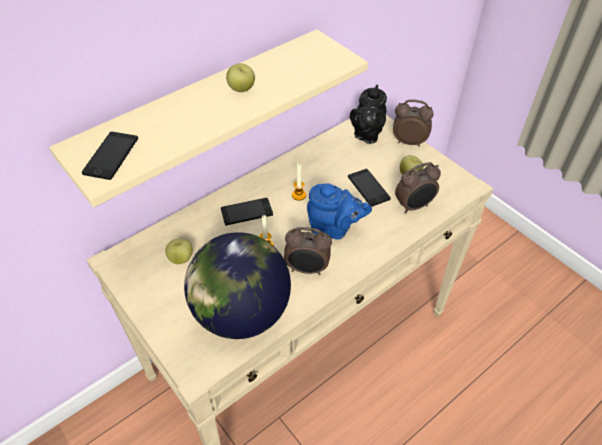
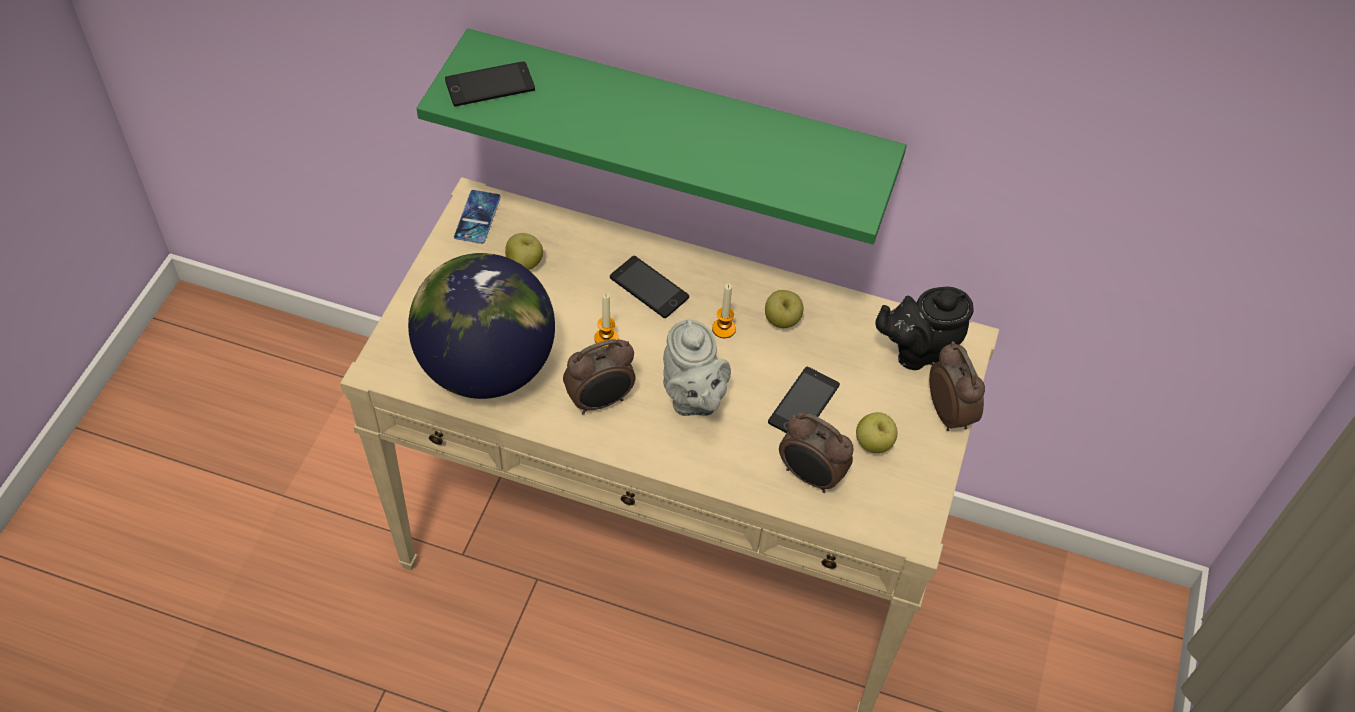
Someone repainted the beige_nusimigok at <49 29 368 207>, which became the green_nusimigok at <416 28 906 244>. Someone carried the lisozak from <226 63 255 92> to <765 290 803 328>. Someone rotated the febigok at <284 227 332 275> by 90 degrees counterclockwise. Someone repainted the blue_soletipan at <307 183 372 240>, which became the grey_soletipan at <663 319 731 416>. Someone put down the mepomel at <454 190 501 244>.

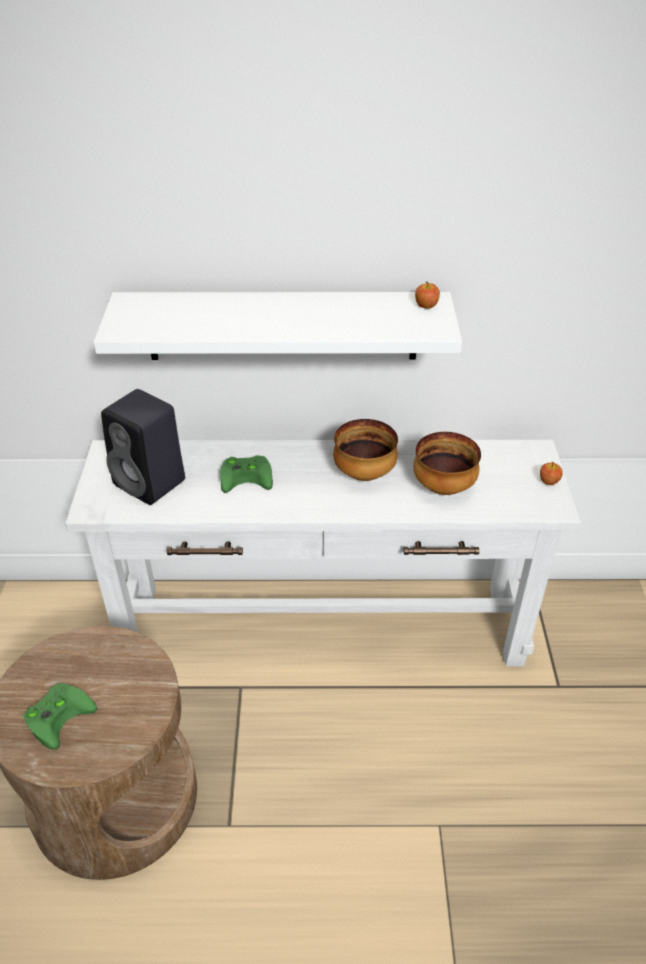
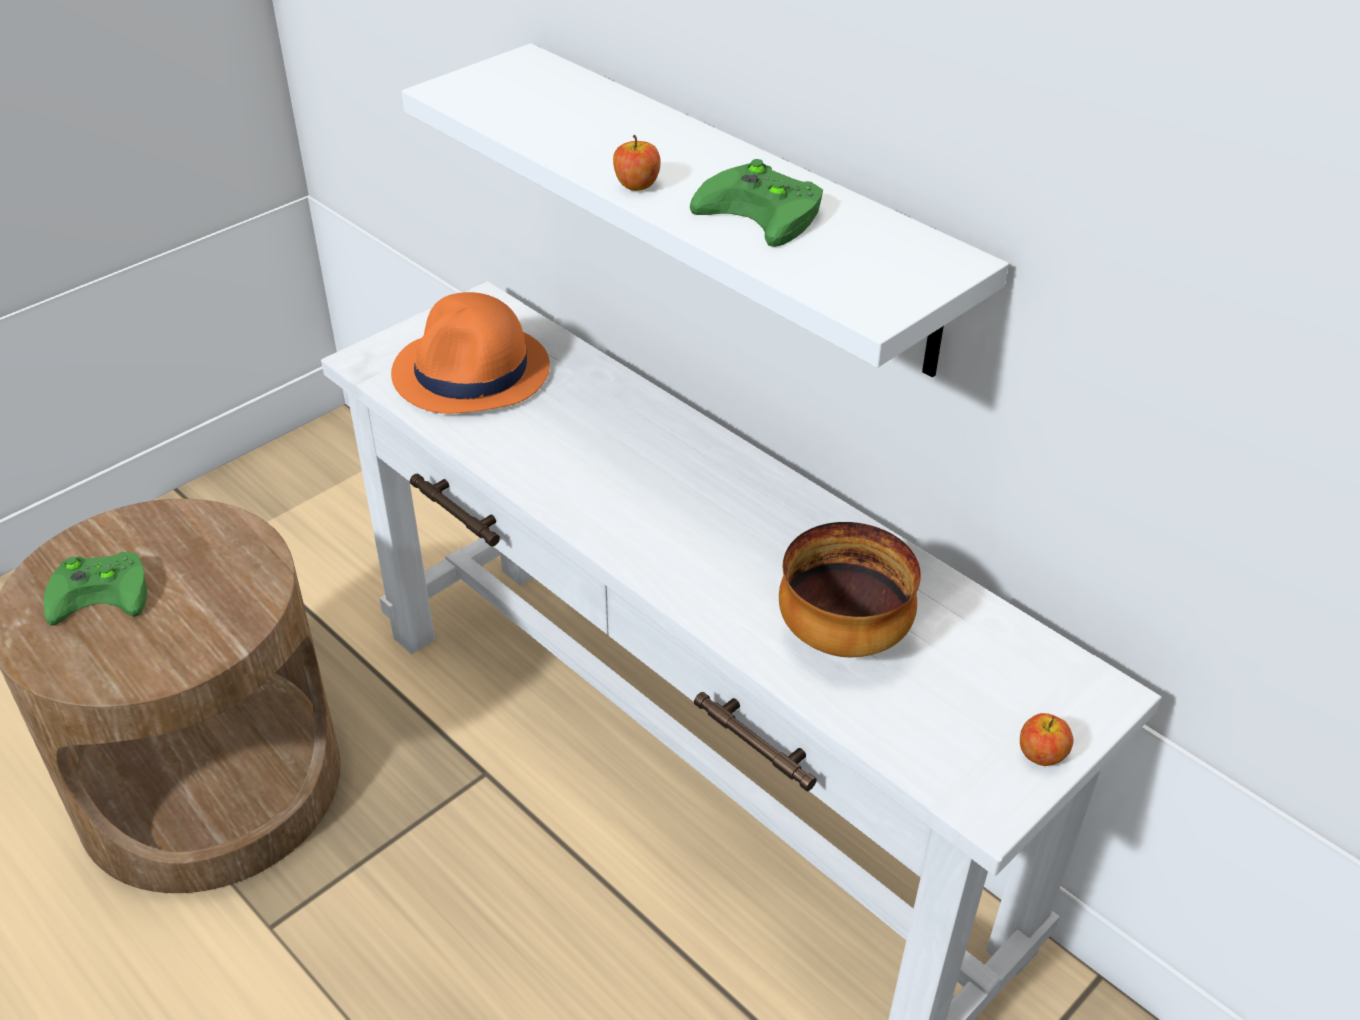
Someone swapped the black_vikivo at <101 389 185 505> for the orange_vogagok at <391 292 550 414>. Someone carried the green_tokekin from <220 455 273 493> to <690 159 823 247>. Someone took away the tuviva at <333 419 398 481>. Someone carried the lisozak from <415 281 440 309> to <613 135 661 191>.

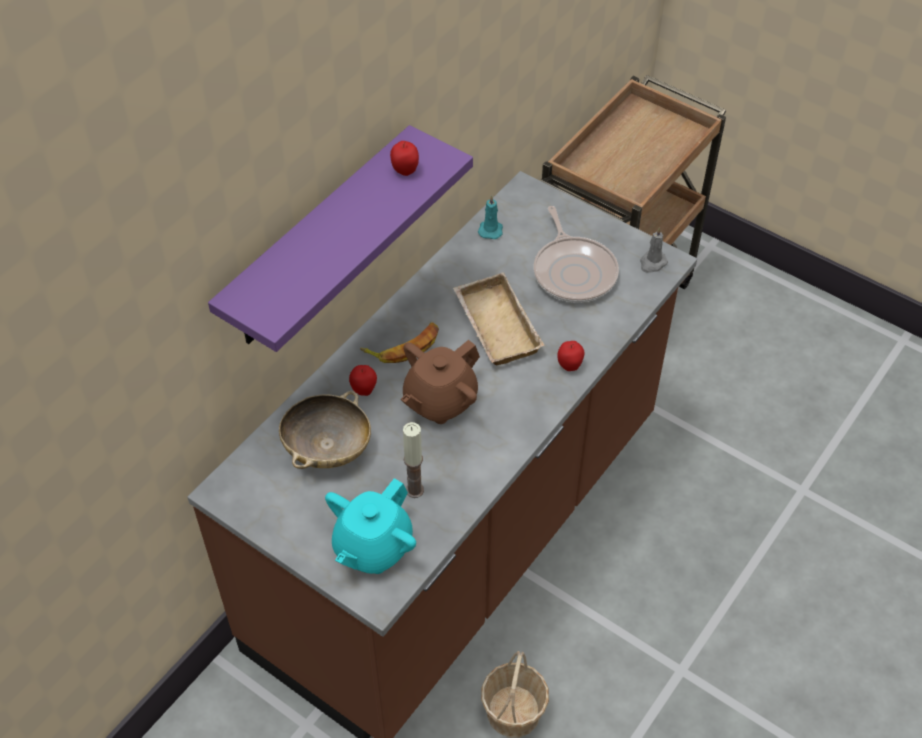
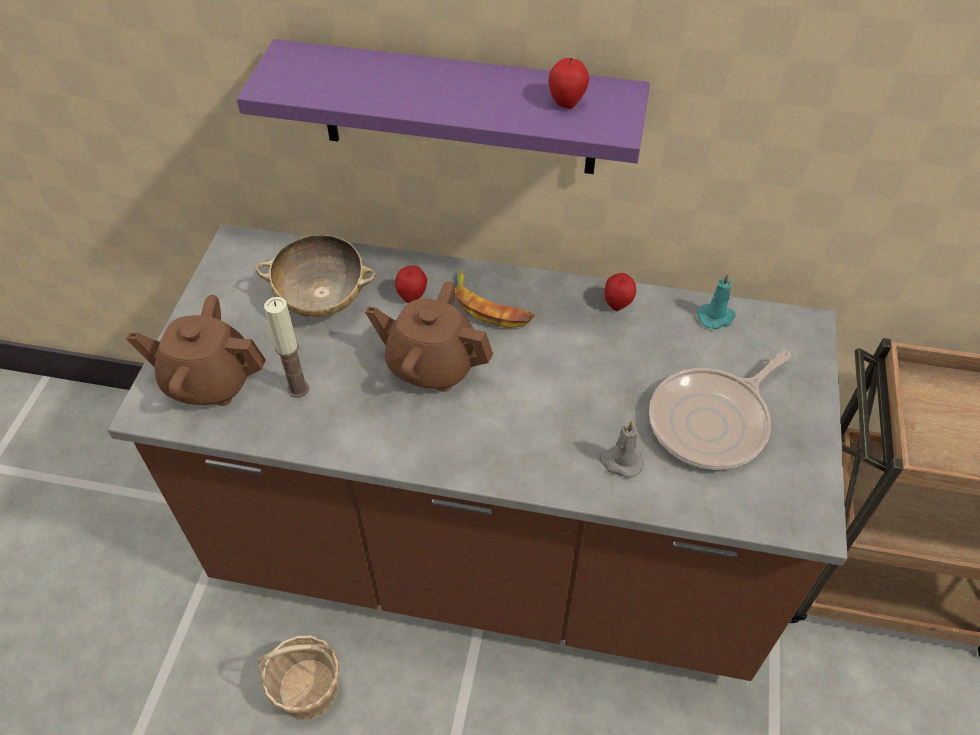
Someone repainted the turquoise_soletipan at <325 478 416 574>, which became the brown_soletipan at <126 295 266 406>. Someone took away the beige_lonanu at <453 272 545 365>. Someone carried the lisozak from <557 341 584 371> to <604 273 636 311>. Someone carried the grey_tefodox from <640 227 668 273> to <599 421 644 478>.

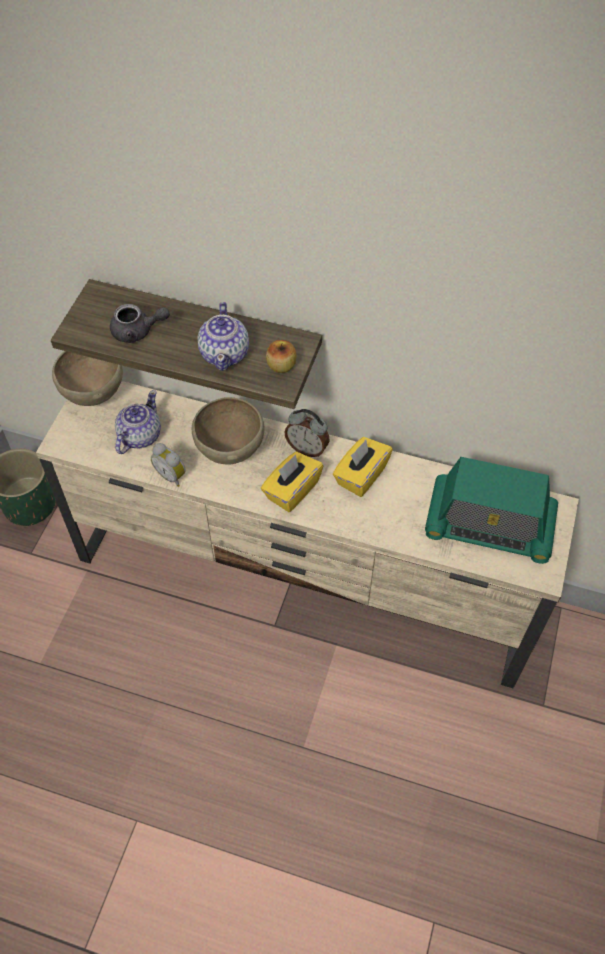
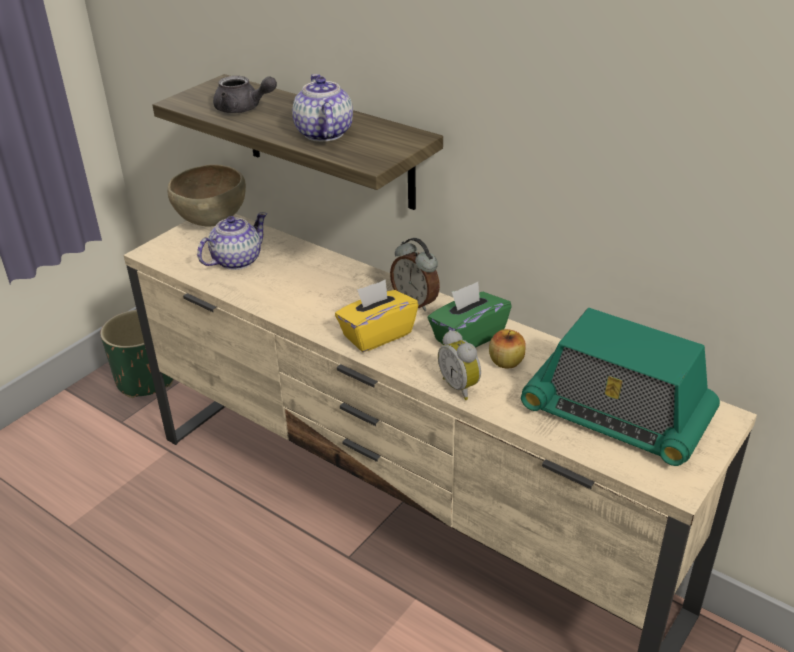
Someone carried the febigok from <151 443 186 487> to <438 330 481 400>. Someone took away the brown_tuviva at <192 397 265 465>. Someone rotated the soletipan at <197 302 249 371> by 150 degrees clockwise. Someone carried the lisozak from <266 340 296 373> to <489 329 526 369>. Someone repainted the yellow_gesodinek at <333 437 393 497>, which became the green_gesodinek at <428 282 512 348>.

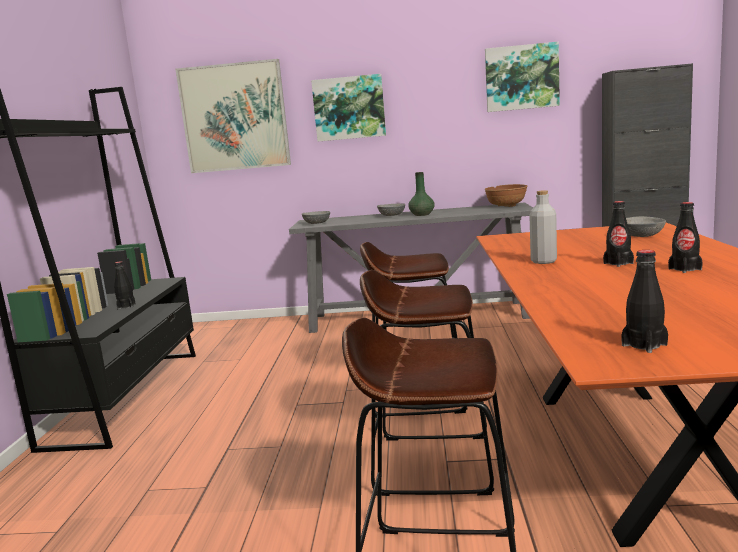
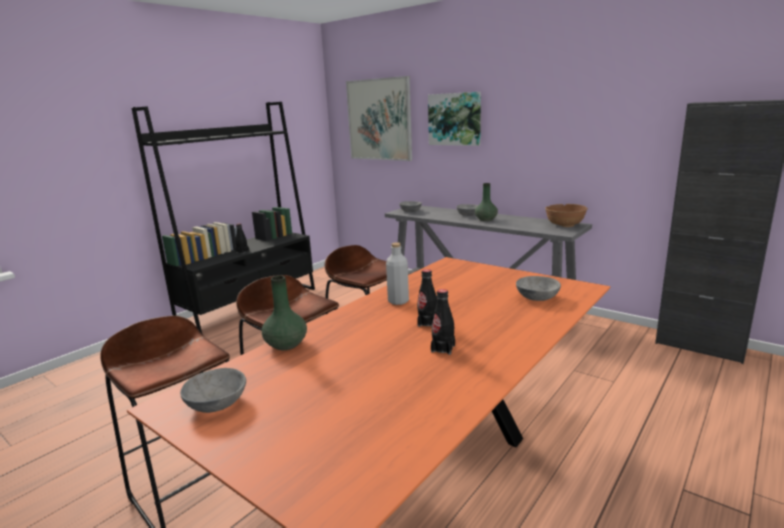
Someone took away the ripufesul at <485 42 560 112>. Someone swapped the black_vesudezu at <621 250 668 353> for the grey_tuviva at <180 368 246 413>. Someone put down the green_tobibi at <262 275 307 350>.

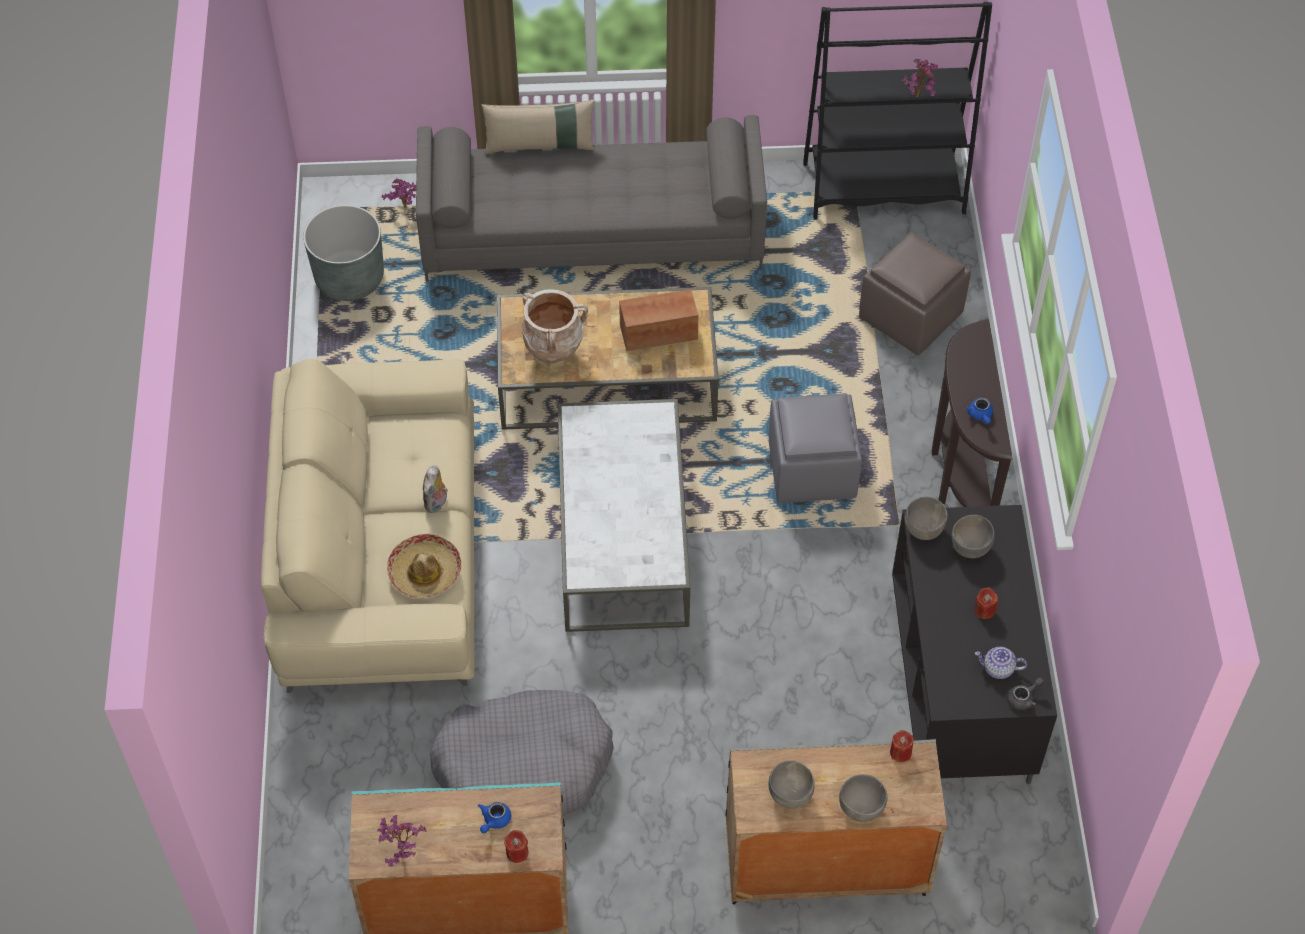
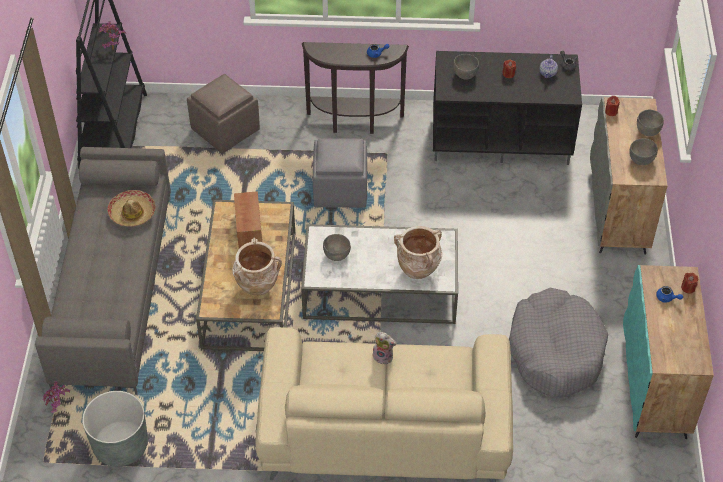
Someone took away the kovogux at <377 815 427 867>. Someone carried the vogagok from <387 534 461 598> to <107 190 156 227>. Someone took away the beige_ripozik at <481 99 595 154>. Someone carried the grey_tuviva from <905 497 948 540> to <323 234 351 261>. Someone put down the beige_tobibi at <394 226 442 279>.

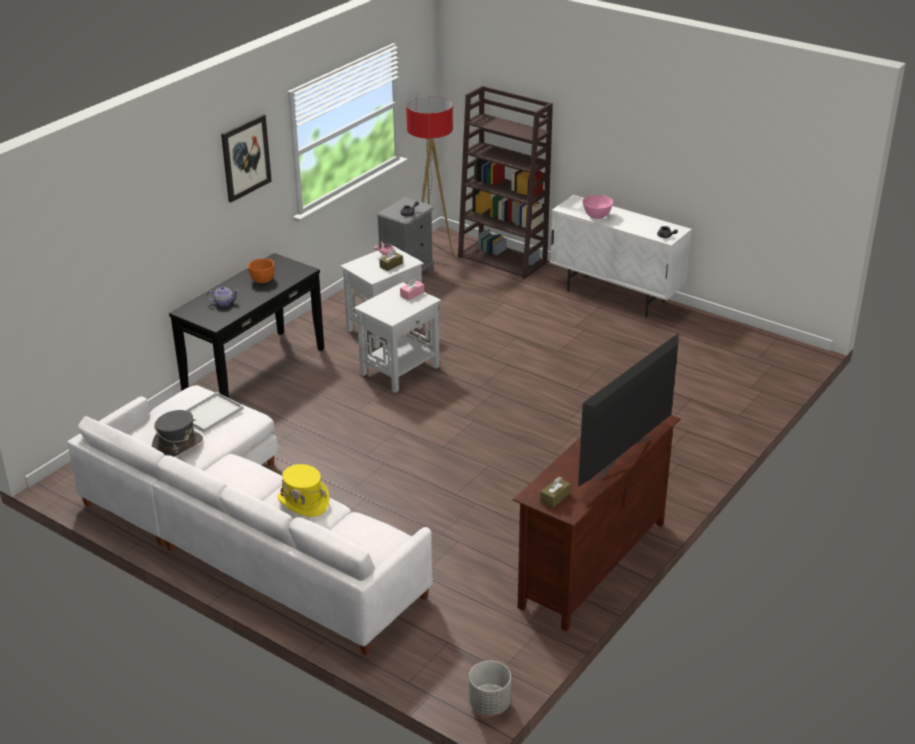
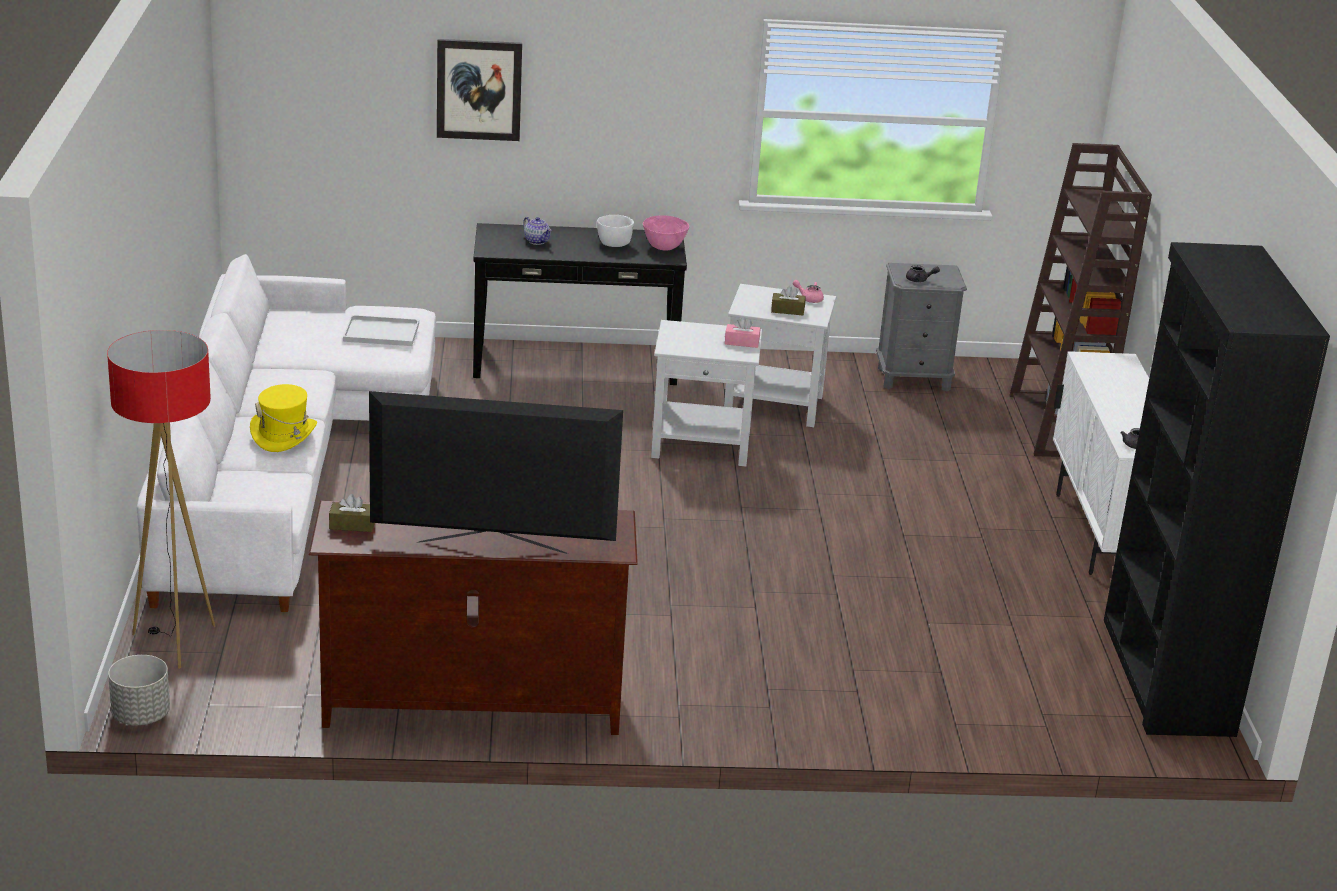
Someone took away the grey_vogagok at <152 410 203 457>. Someone carried the ripufesul from <221 114 272 202> to <437 39 522 141>. Someone repainted the orange_tuviva at <248 258 274 283>, which became the white_tuviva at <597 215 634 247>. Someone carried the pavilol from <406 96 453 255> to <107 330 215 669>. Someone carried the pink_tuviva from <582 195 613 219> to <643 215 689 251>. Someone put down the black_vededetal at <1104 242 1330 737>.

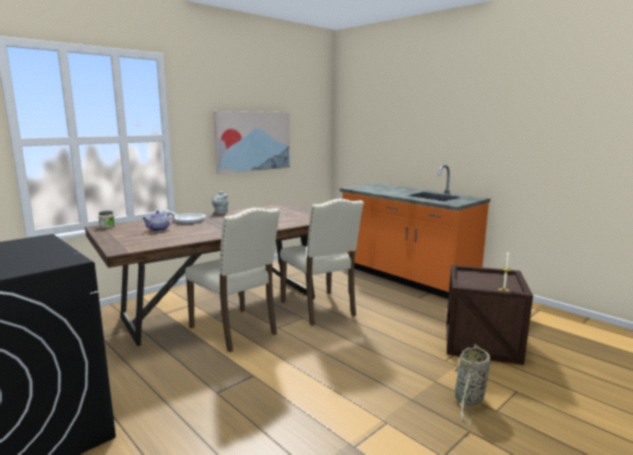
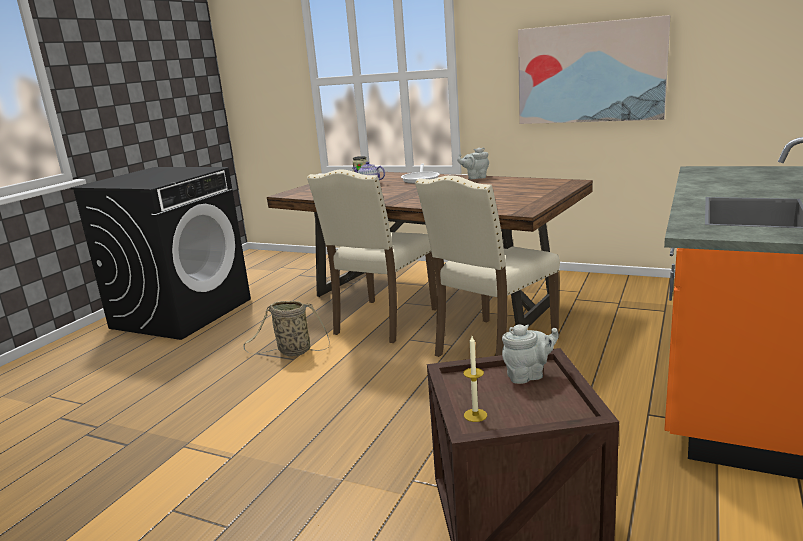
Someone carried the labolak from <453 344 491 425> to <243 301 330 356>. Someone put down the grey_soletipan at <502 324 559 384>.

